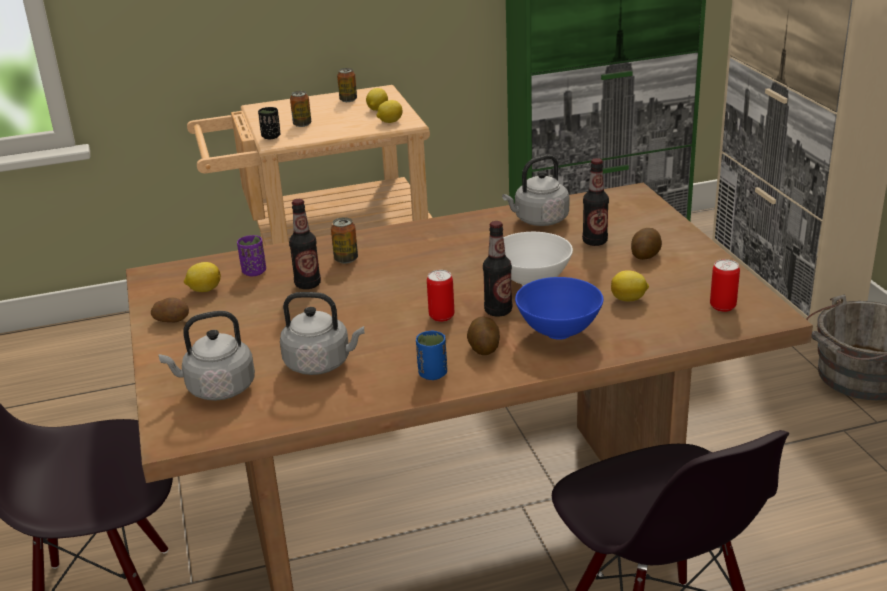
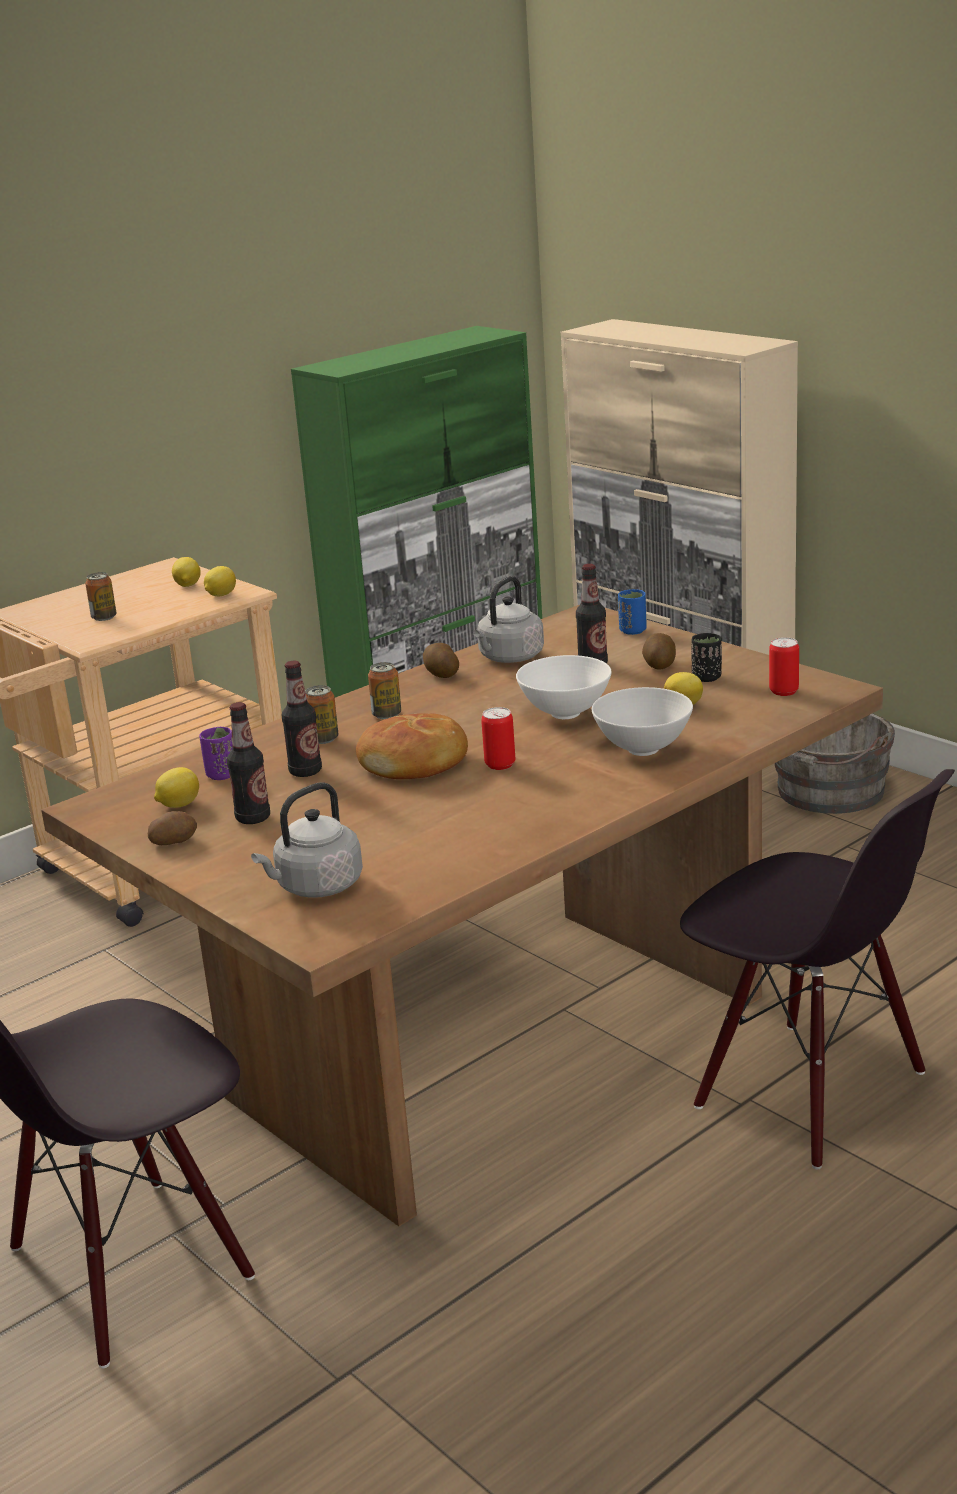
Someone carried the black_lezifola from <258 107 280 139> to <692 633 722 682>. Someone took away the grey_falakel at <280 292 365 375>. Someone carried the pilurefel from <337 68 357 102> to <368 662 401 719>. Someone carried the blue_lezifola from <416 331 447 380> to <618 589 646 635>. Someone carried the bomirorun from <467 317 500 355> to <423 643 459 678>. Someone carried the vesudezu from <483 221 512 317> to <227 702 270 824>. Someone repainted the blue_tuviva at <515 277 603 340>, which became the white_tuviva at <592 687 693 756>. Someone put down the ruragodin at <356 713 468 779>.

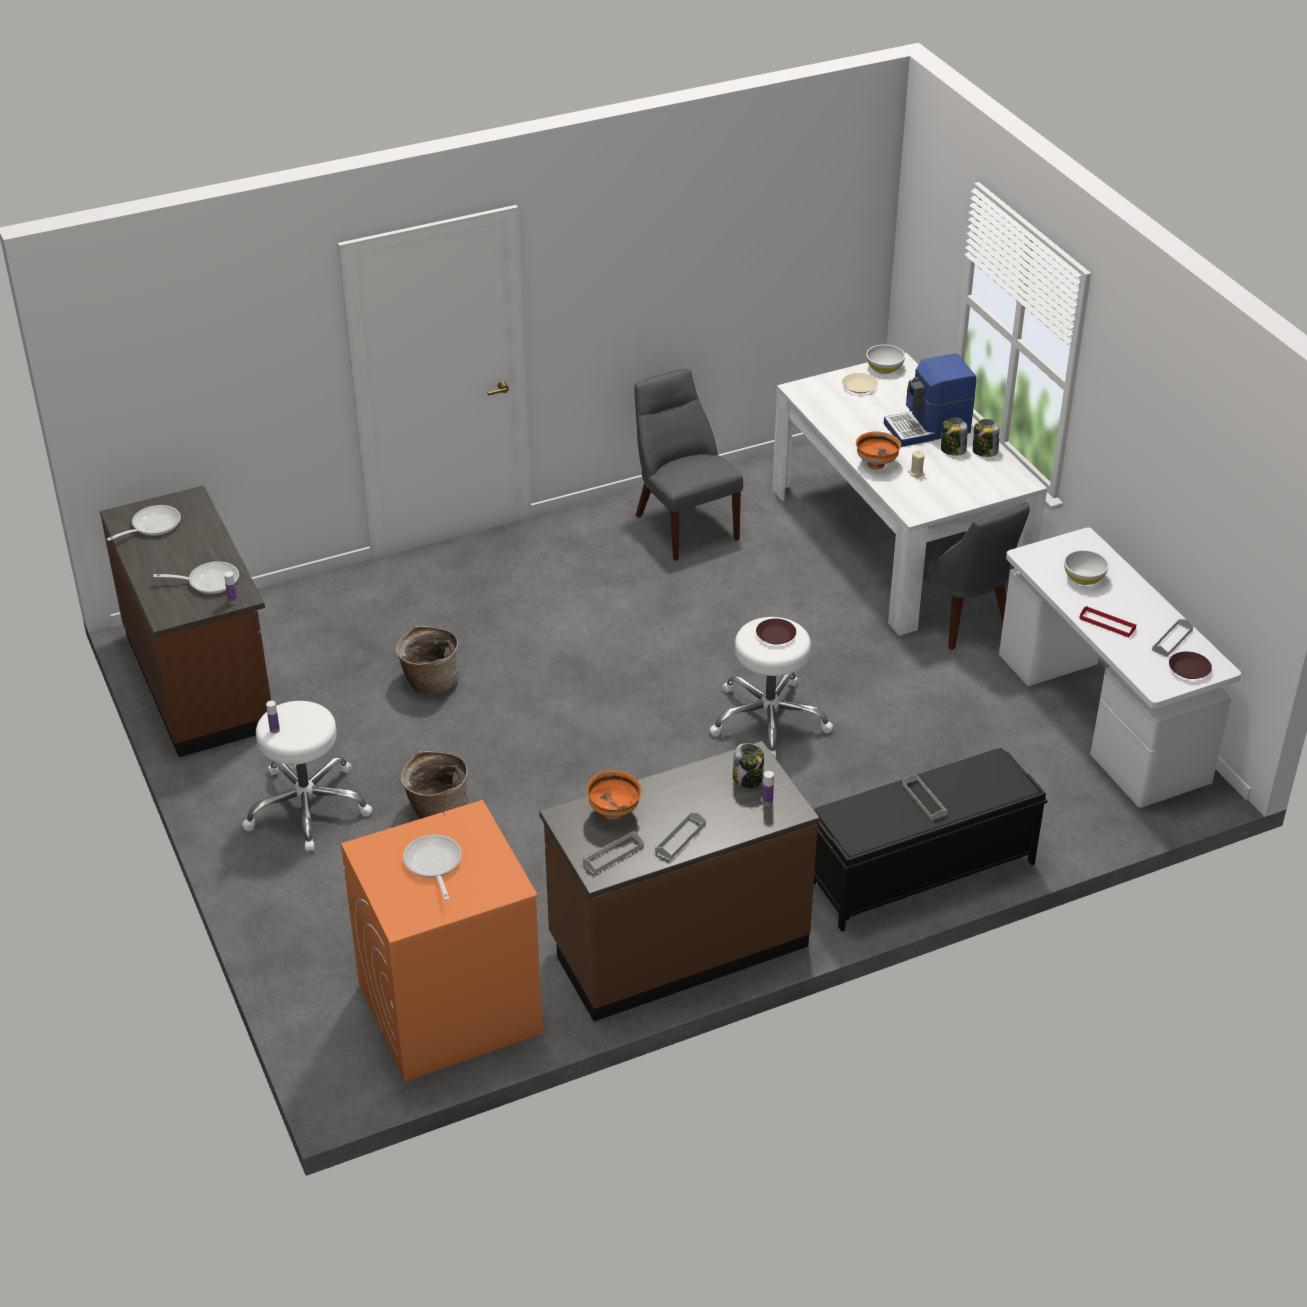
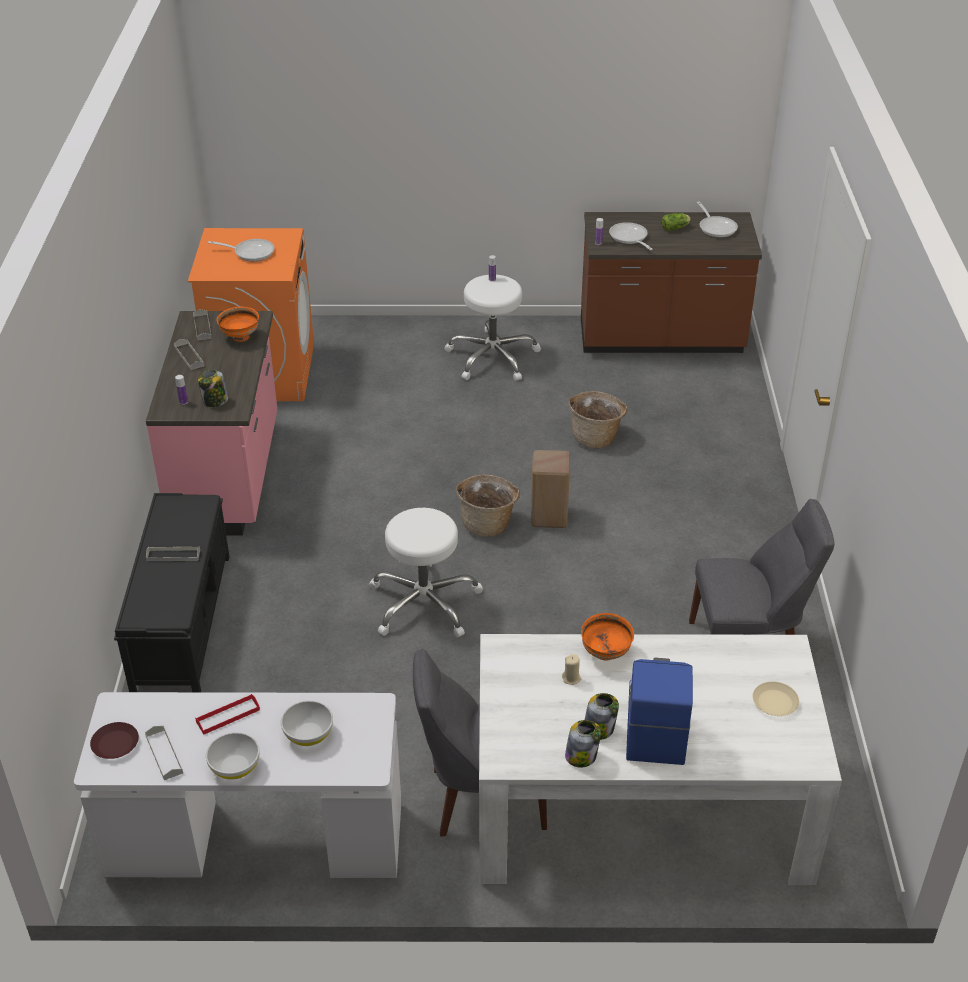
Someone rotated the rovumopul at <153 561 239 594> by 135 degrees clockwise. Someone carried the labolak from <401 751 468 819> to <456 474 520 537>. Someone repainted the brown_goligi at <539 741 820 1022>, which became the pink_goligi at <146 311 277 535>. Someone took away the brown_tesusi at <756 619 796 645>. Someone carried the white_tuviva from <866 345 905 374> to <206 732 260 780>. Someone put down the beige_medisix at <531 450 570 528>. Someone put down the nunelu at <662 213 691 231>.

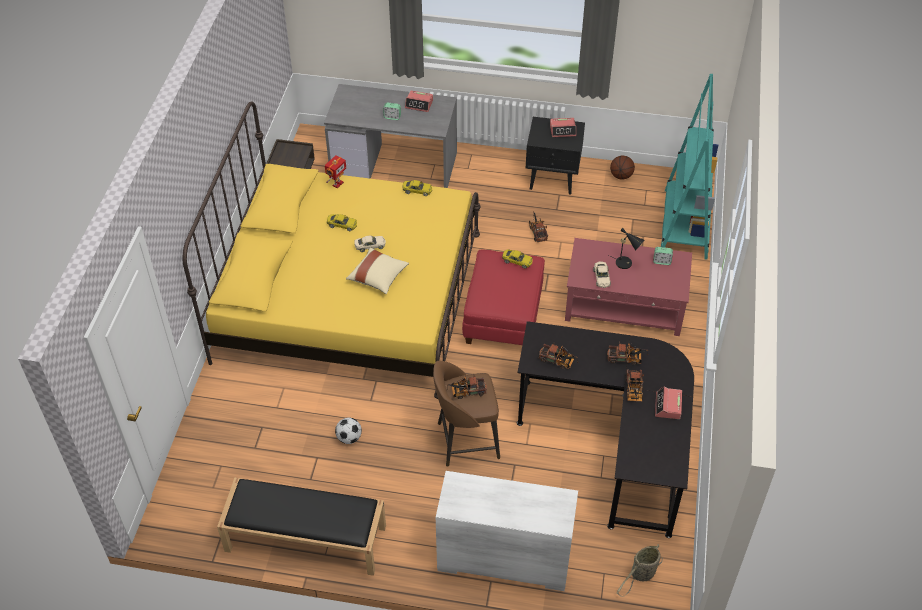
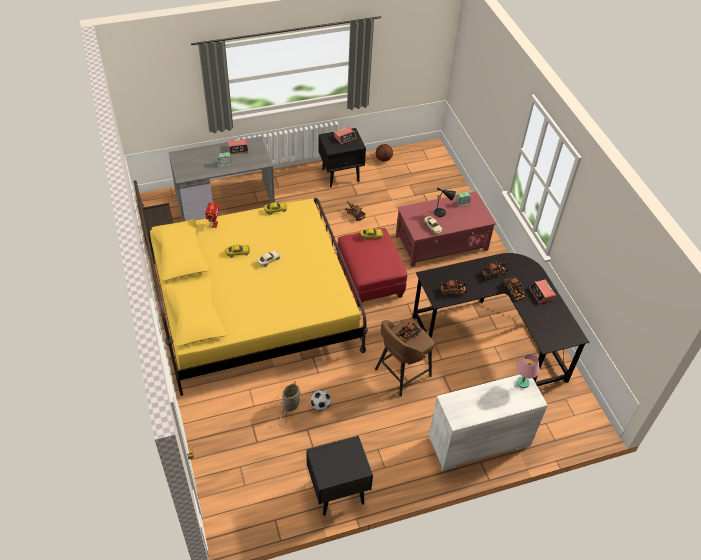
Someone swapped the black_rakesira at <217 478 386 576> for the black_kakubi at <306 436 373 516>. Someone took away the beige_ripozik at <346 248 409 294>. Someone carried the labolak from <617 544 663 596> to <279 381 300 426>. Someone took away the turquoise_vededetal at <661 74 718 260>. Someone put down the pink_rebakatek at <516 354 540 388>.

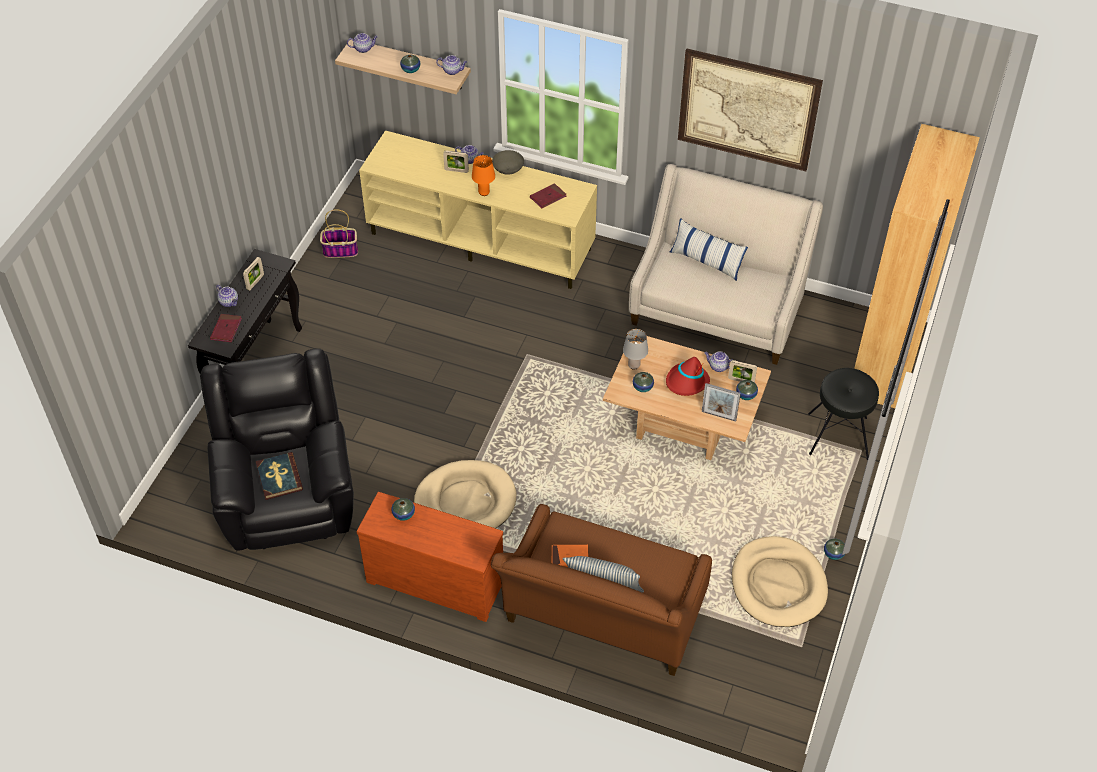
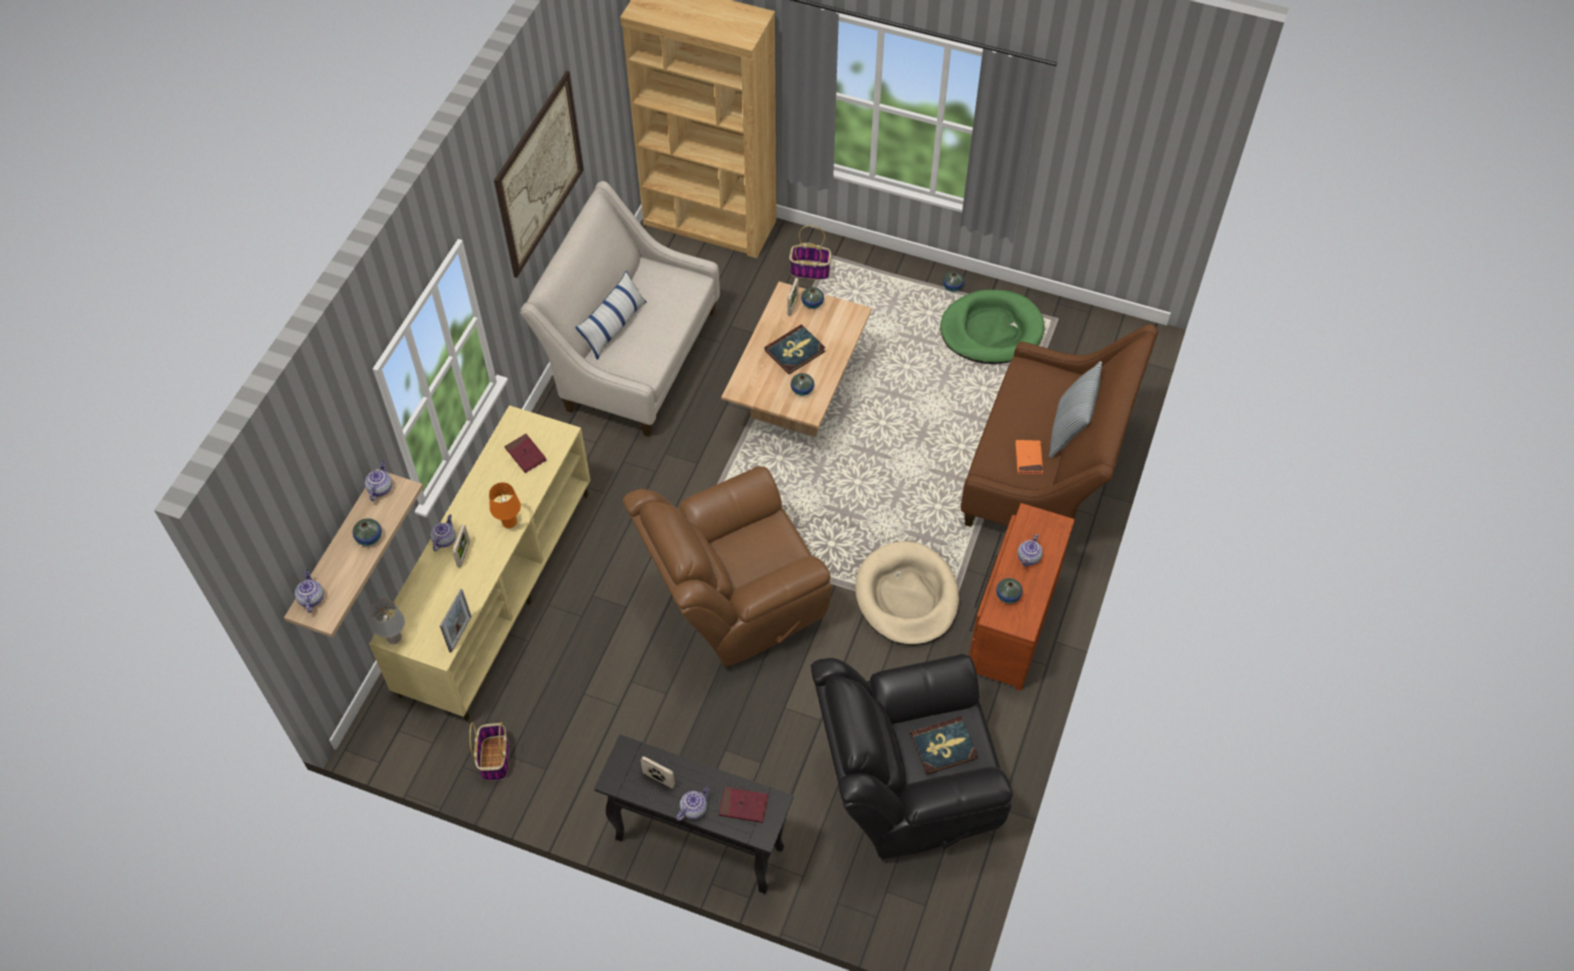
Someone took away the grey_tuviva at <492 150 524 175>. Someone carried the grey_rebakatek from <623 329 648 370> to <370 599 405 644>. Someone swapped the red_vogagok at <666 357 710 396> for the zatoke at <765 324 825 374>. Someone carried the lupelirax from <702 383 741 422> to <440 589 472 653>. Someone carried the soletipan from <704 351 731 372> to <1018 534 1043 567>. Someone repainted the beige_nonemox at <732 536 828 627>, which became the green_nonemox at <940 290 1044 364>. Someone swapped the black_medisix at <808 368 879 460> for the labolak at <789 225 831 280>. Someone put down the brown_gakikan at <623 466 831 667>.

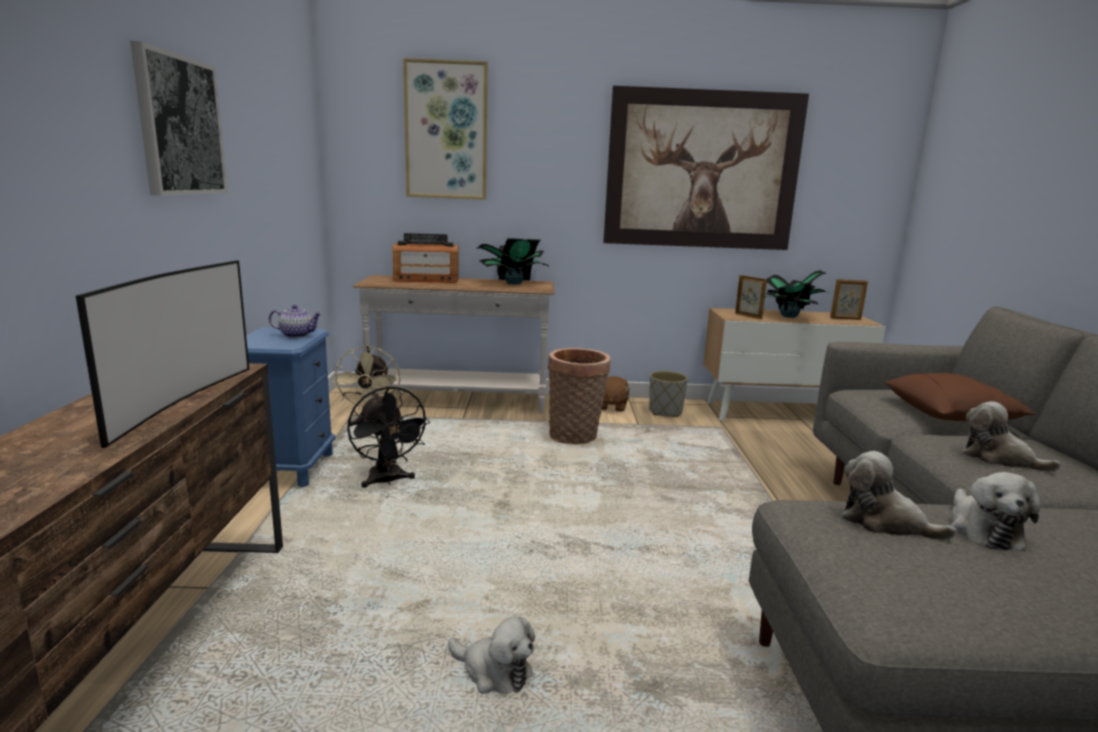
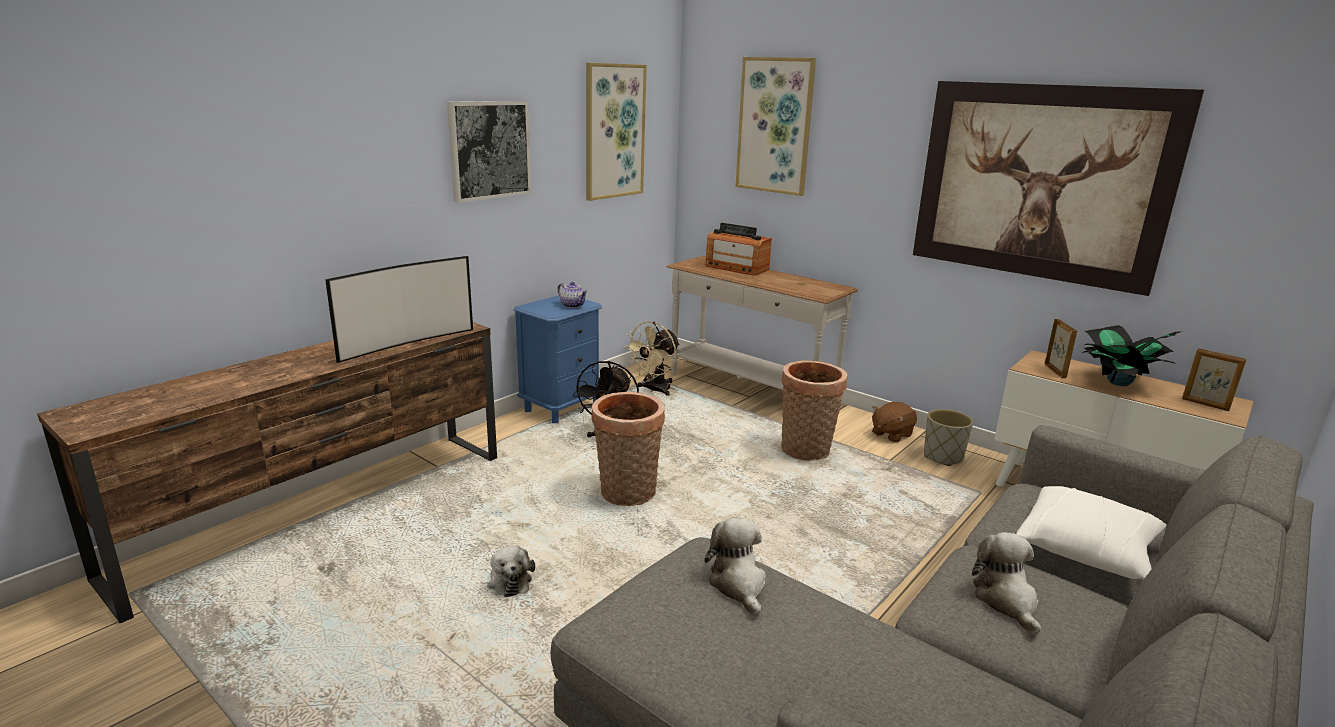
Someone took away the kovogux at <477 238 550 285>. Someone repainted the brown_ripozik at <885 373 1035 421>, which became the white_ripozik at <1016 486 1167 579>. Someone took away the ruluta at <950 472 1041 552>. Someone put up the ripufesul at <586 63 647 201>. Someone put down the labolak at <591 392 665 506>.

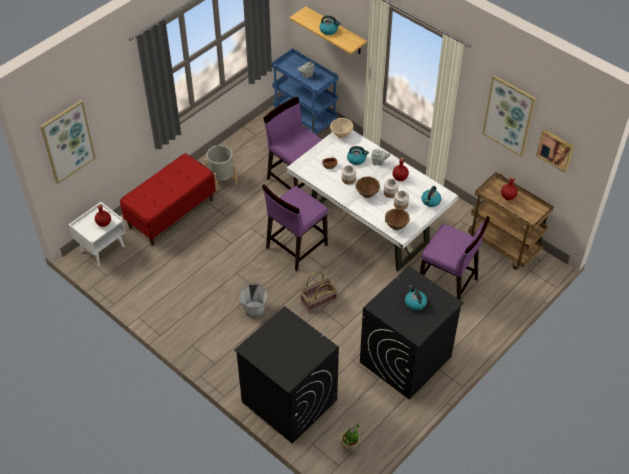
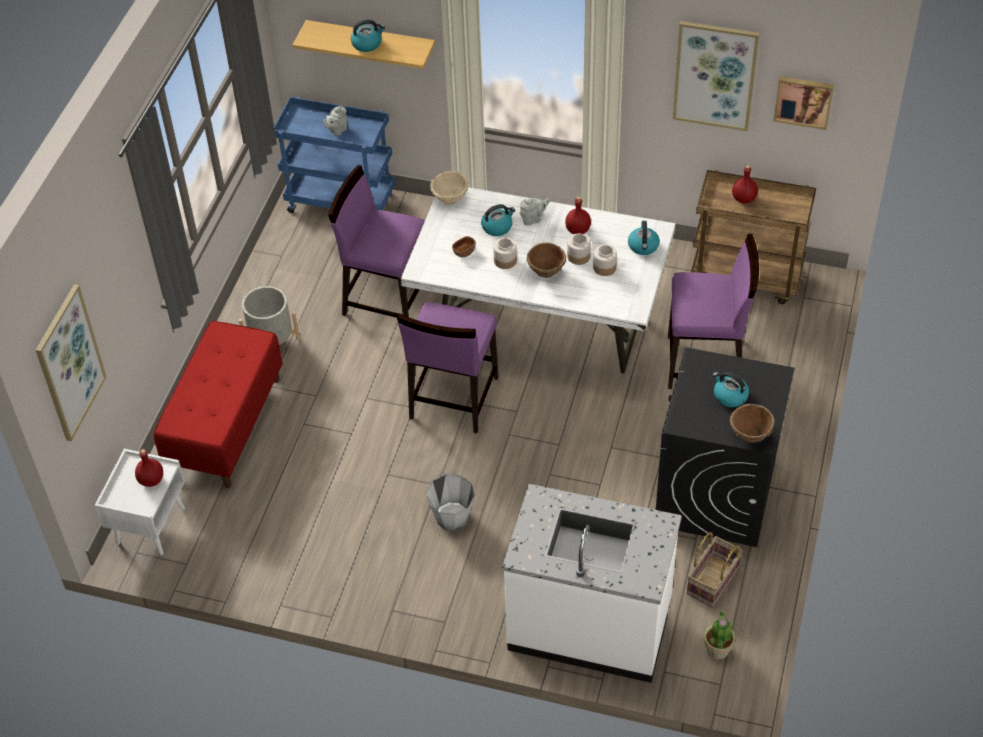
Someone swapped the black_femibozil at <234 306 339 444> for the white_goligi at <502 484 682 683>. Someone carried the labolak from <300 271 337 313> to <687 532 743 607>. Someone carried the brown_tuviva from <385 208 410 230> to <730 404 775 443>.

